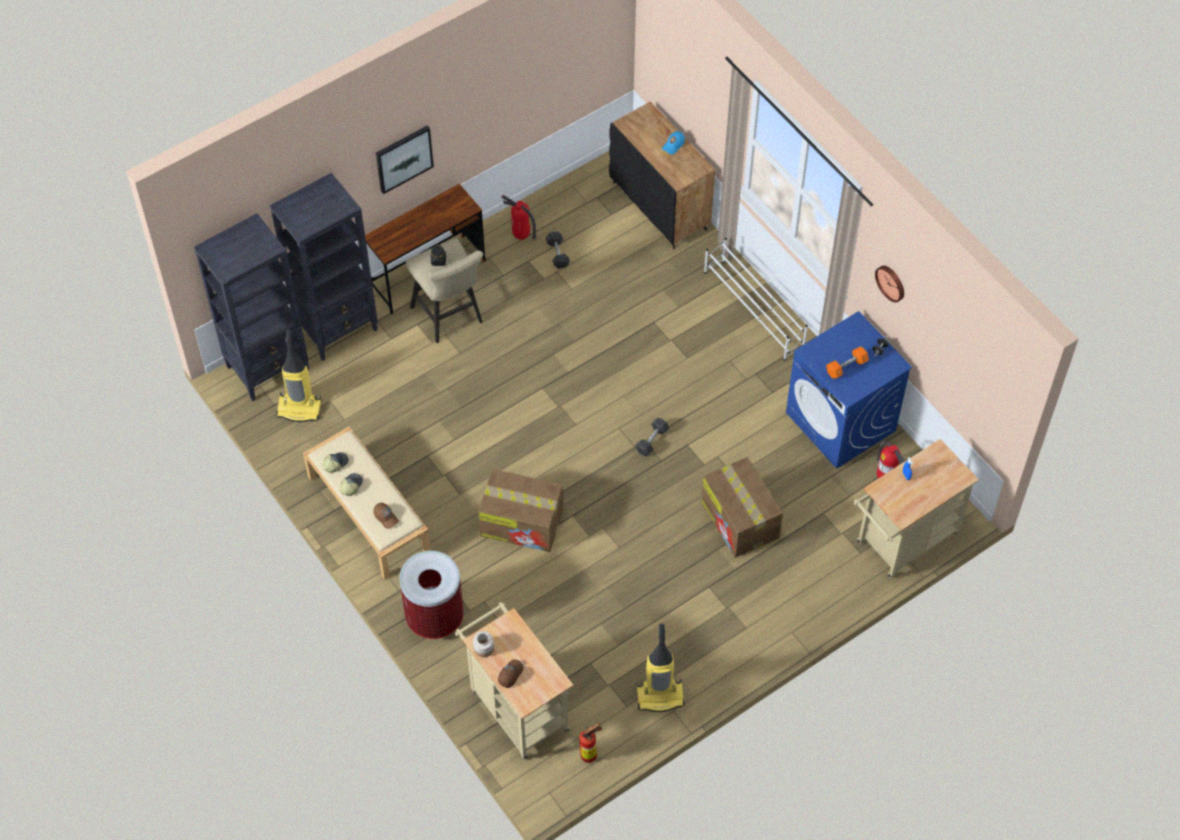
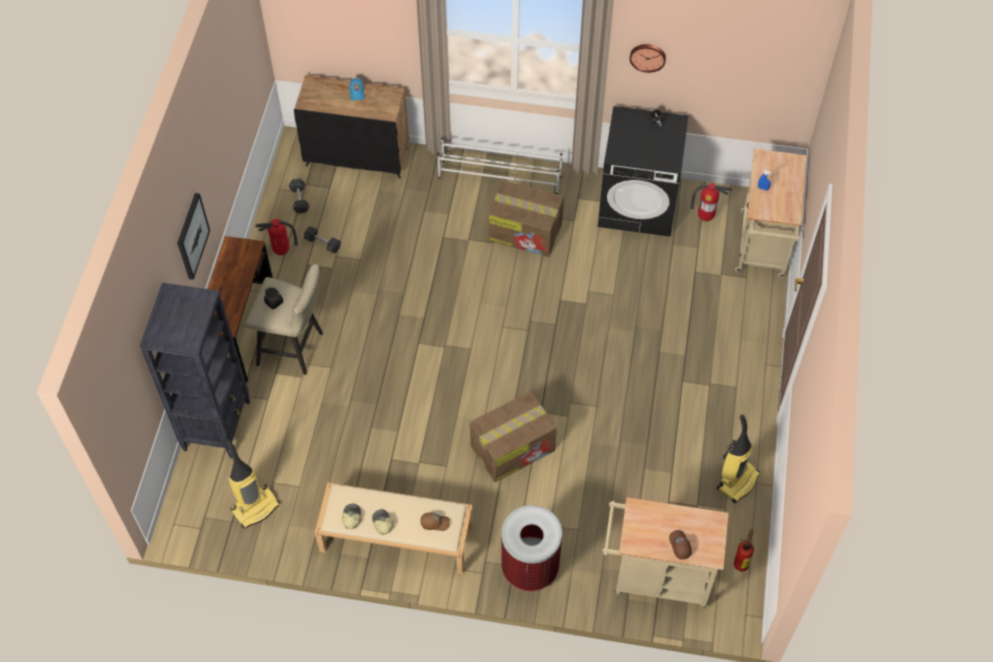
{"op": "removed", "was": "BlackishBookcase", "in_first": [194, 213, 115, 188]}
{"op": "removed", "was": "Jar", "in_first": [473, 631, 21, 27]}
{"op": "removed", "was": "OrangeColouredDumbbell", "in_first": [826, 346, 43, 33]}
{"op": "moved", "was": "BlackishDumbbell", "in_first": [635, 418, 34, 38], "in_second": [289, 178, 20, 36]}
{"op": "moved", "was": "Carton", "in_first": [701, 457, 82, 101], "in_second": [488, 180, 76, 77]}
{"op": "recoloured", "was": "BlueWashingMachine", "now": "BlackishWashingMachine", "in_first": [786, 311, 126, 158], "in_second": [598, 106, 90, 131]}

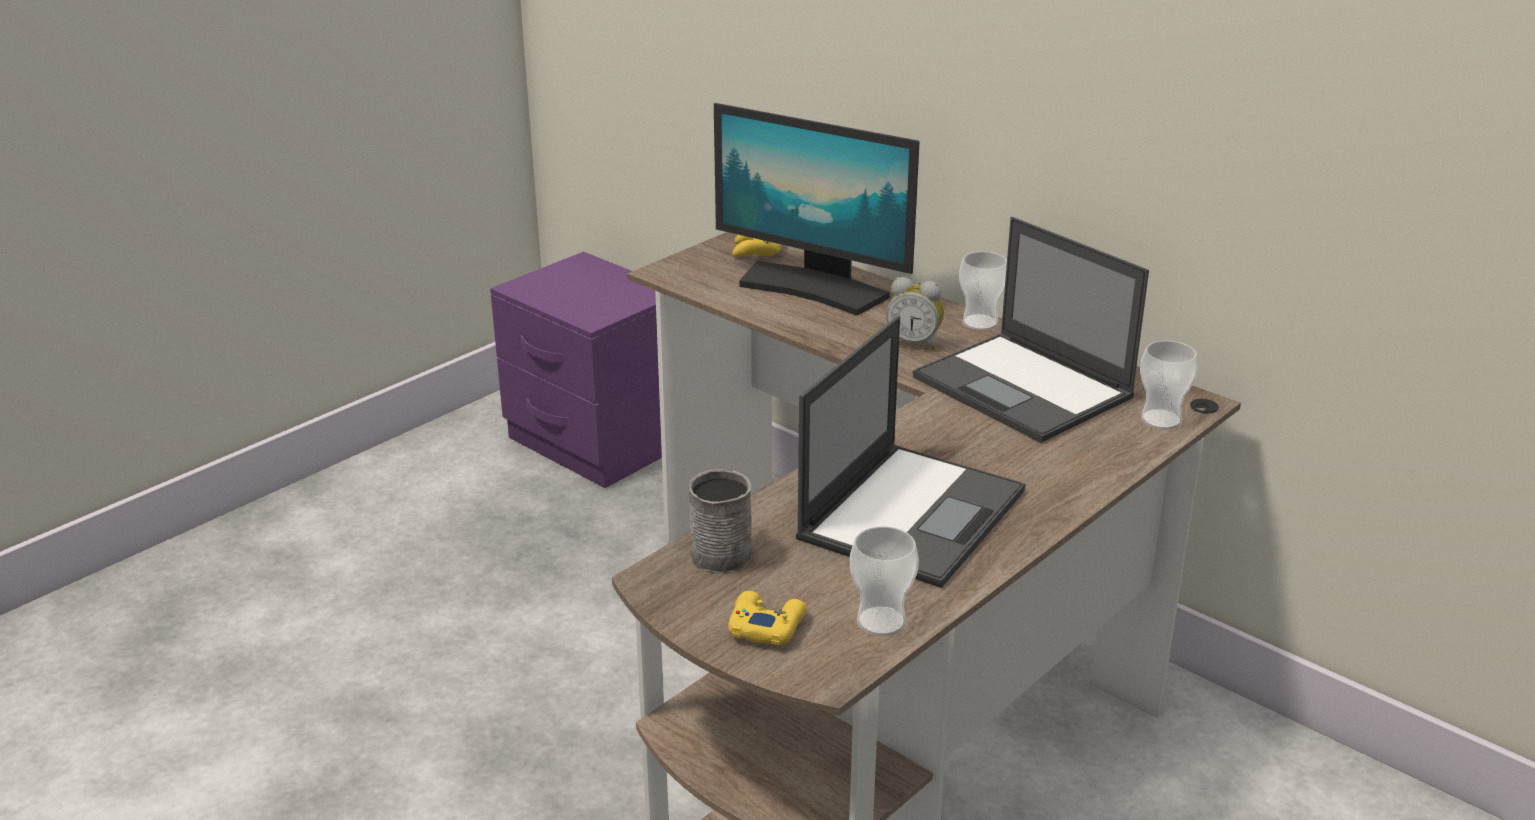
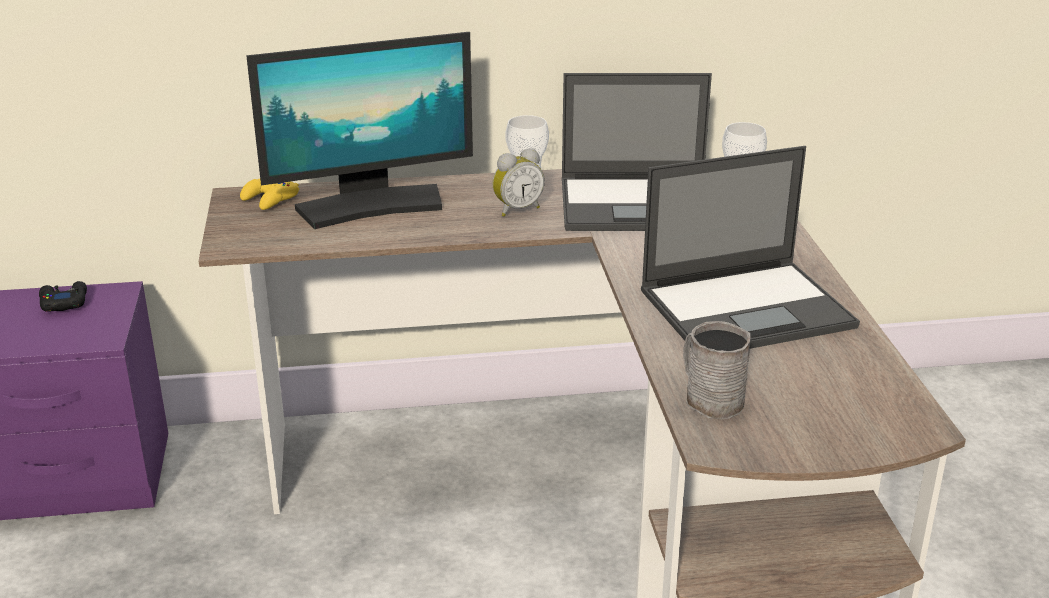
{"op": "removed", "was": "YellowColouredGamepad", "in_first": [728, 591, 79, 54]}
{"op": "removed", "was": "DrinkingCup", "in_first": [850, 527, 69, 109]}
{"op": "added", "now": "BlackishGamepad", "in_second": [39, 281, 48, 31]}
{"op": "turned", "was": "NotebookComputer", "in_first": [796, 316, 230, 272], "in_second": [641, 146, 219, 203], "clockwise": 90}

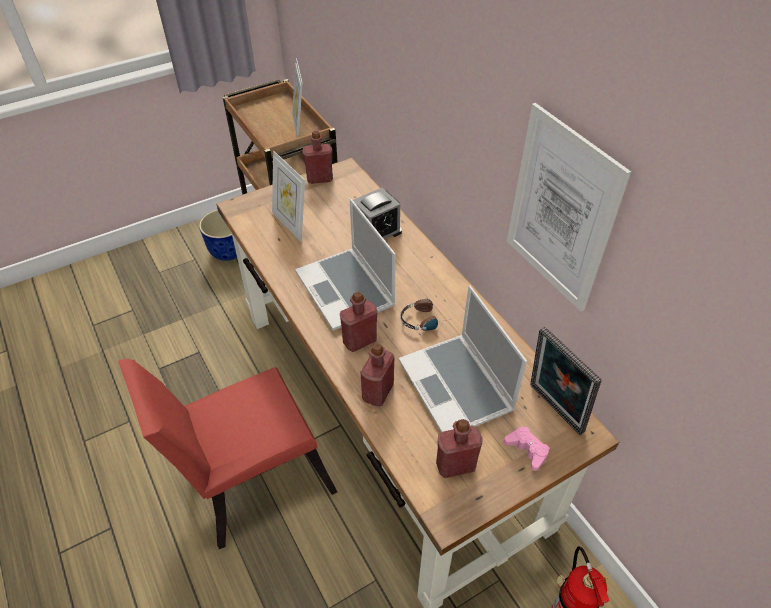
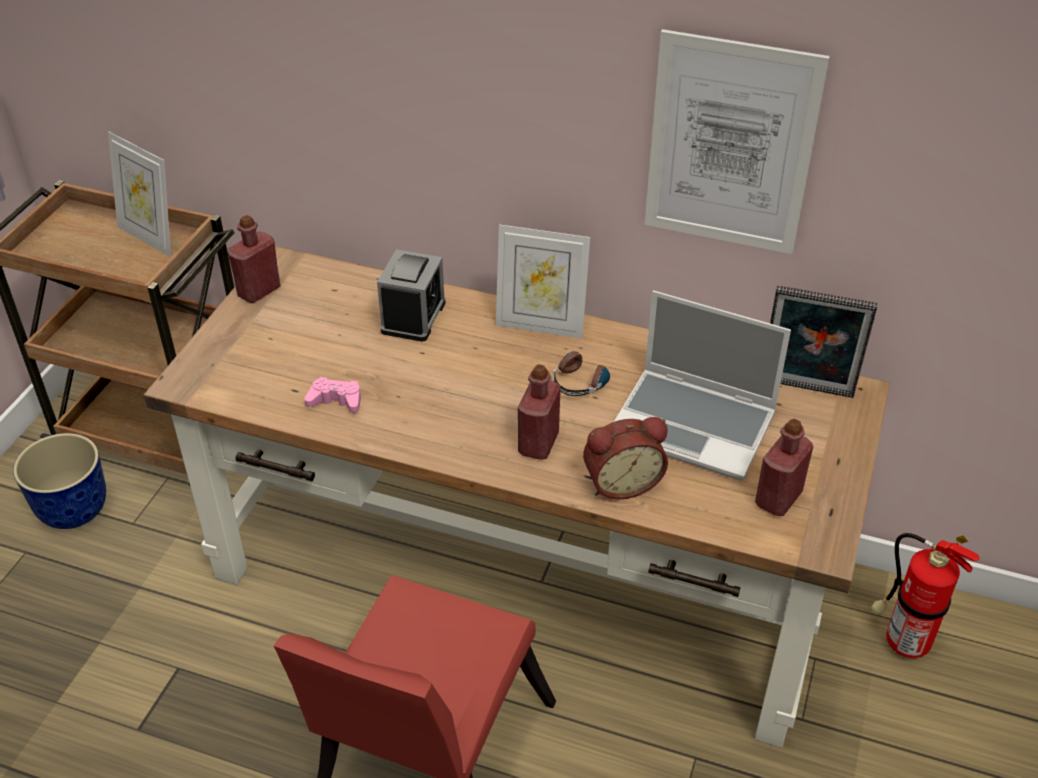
{"op": "removed", "was": "NotebookComputer", "in_first": [295, 199, 101, 132]}
{"op": "moved", "was": "PhotoFrame", "in_first": [272, 151, 33, 91], "in_second": [496, 224, 94, 115]}
{"op": "moved", "was": "PinkGamepad", "in_first": [504, 427, 46, 44], "in_second": [304, 377, 57, 36]}
{"op": "replaced", "was": "RedDrinkBottle", "now": "AlarmClock", "in_first": [360, 343, 34, 63], "in_second": [583, 417, 85, 83]}

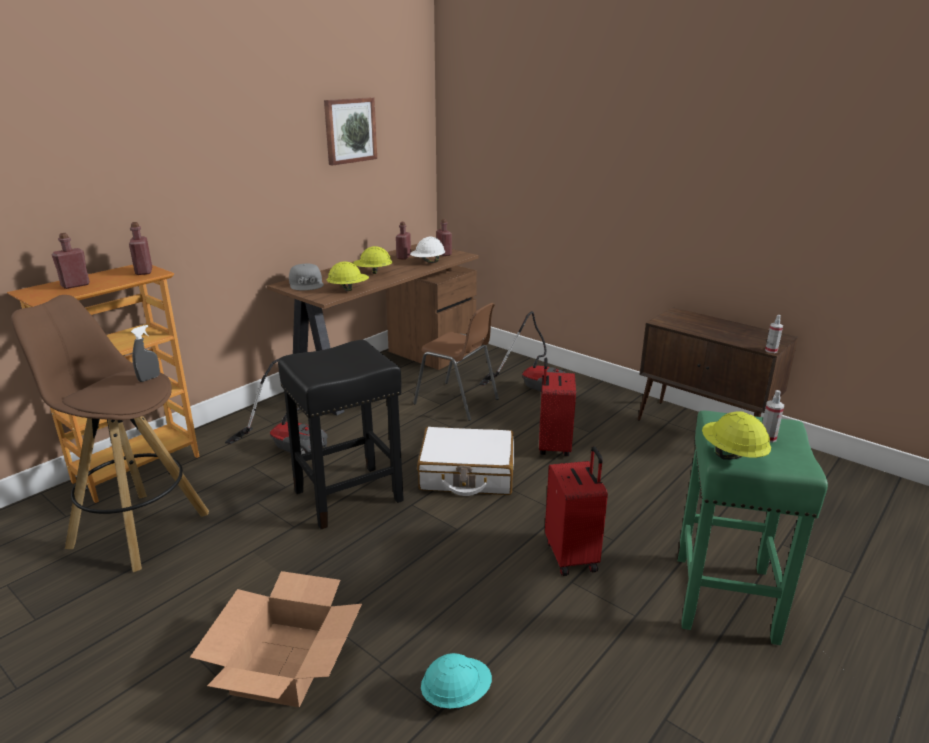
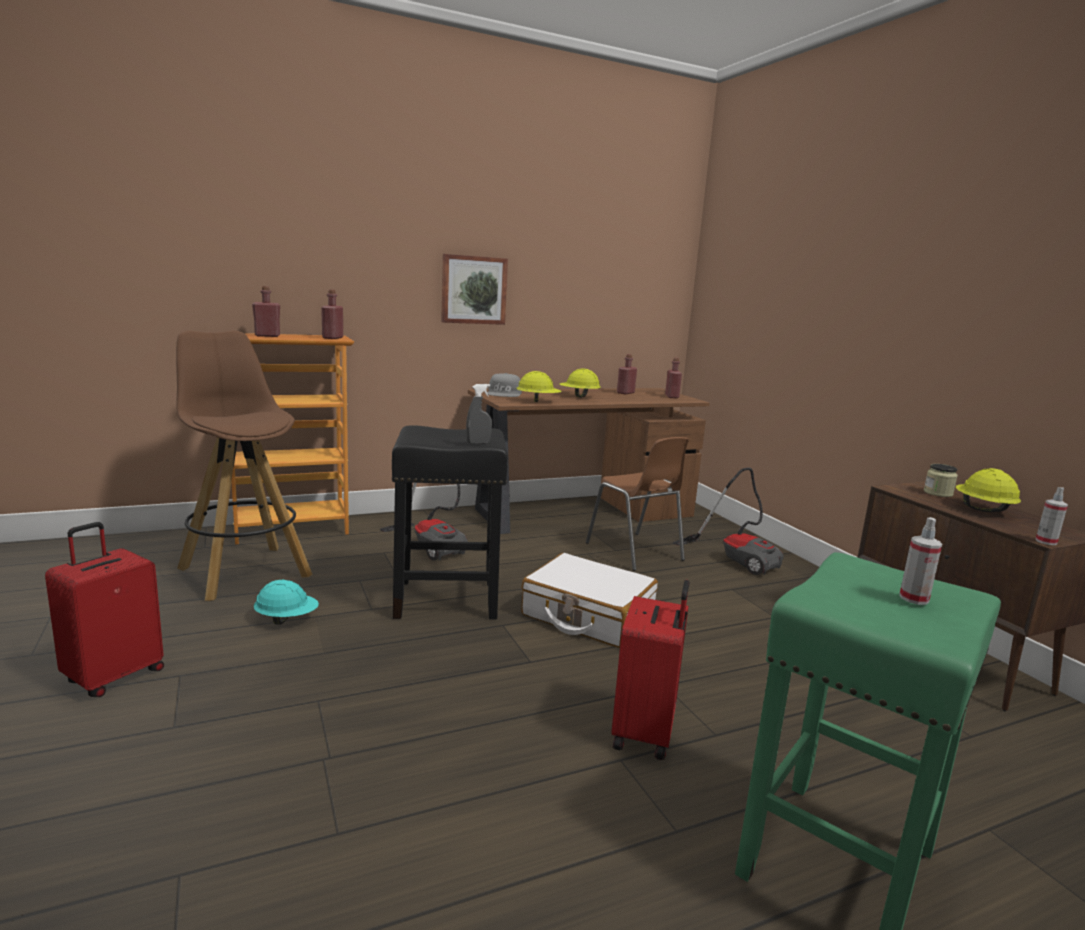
{"op": "removed", "was": "Carton", "in_first": [190, 571, 172, 136]}
{"op": "removed", "was": "WhiteColouredWorkHelmet", "in_first": [410, 237, 35, 26]}
{"op": "added", "now": "Jar", "in_second": [924, 464, 34, 33]}
{"op": "moved", "was": "GreySprayer", "in_first": [131, 325, 29, 57], "in_second": [466, 384, 26, 60]}
{"op": "moved", "was": "WallPicture", "in_first": [324, 97, 53, 68], "in_second": [441, 254, 67, 71]}
{"op": "moved", "was": "TurquoiseWorkHelmet", "in_first": [421, 653, 71, 57], "in_second": [254, 580, 65, 45]}
{"op": "moved", "was": "RedPieceOfLuggage", "in_first": [539, 358, 37, 98], "in_second": [45, 522, 119, 175]}
{"op": "moved", "was": "YellowColouredWorkHelmet", "in_first": [702, 411, 69, 49], "in_second": [956, 468, 65, 44]}

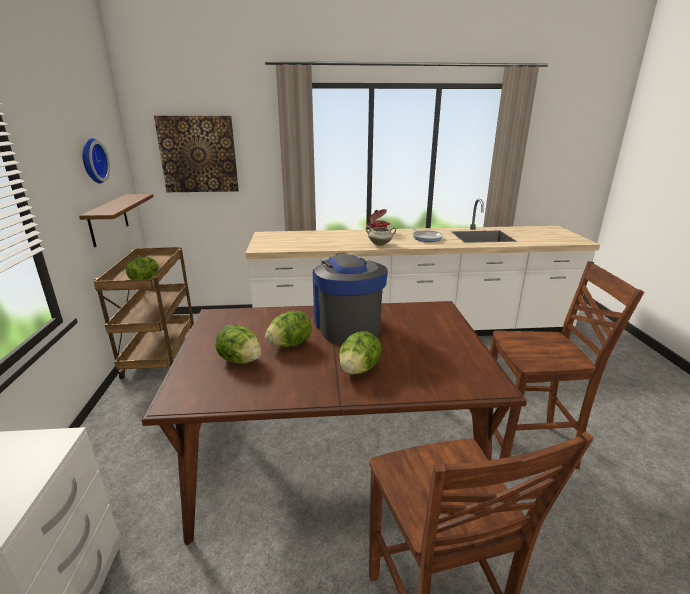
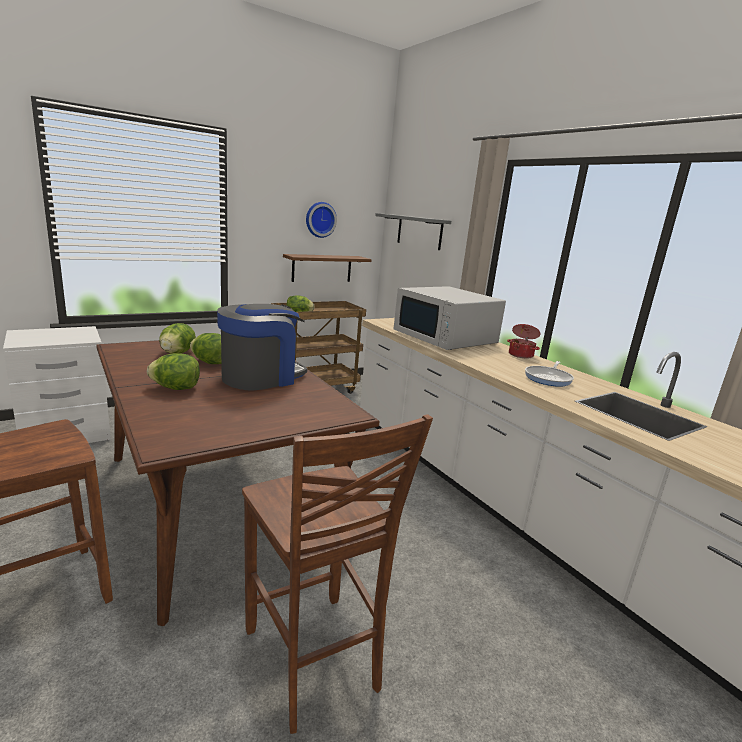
{"op": "removed", "was": "WhiteColouredStockpot", "in_first": [365, 226, 31, 20]}
{"op": "added", "now": "WhiteColouredMicrowave", "in_second": [394, 286, 112, 64]}
{"op": "replaced", "was": "WallPicture", "now": "GreyShelf", "in_first": [154, 116, 85, 76], "in_second": [375, 213, 76, 37]}

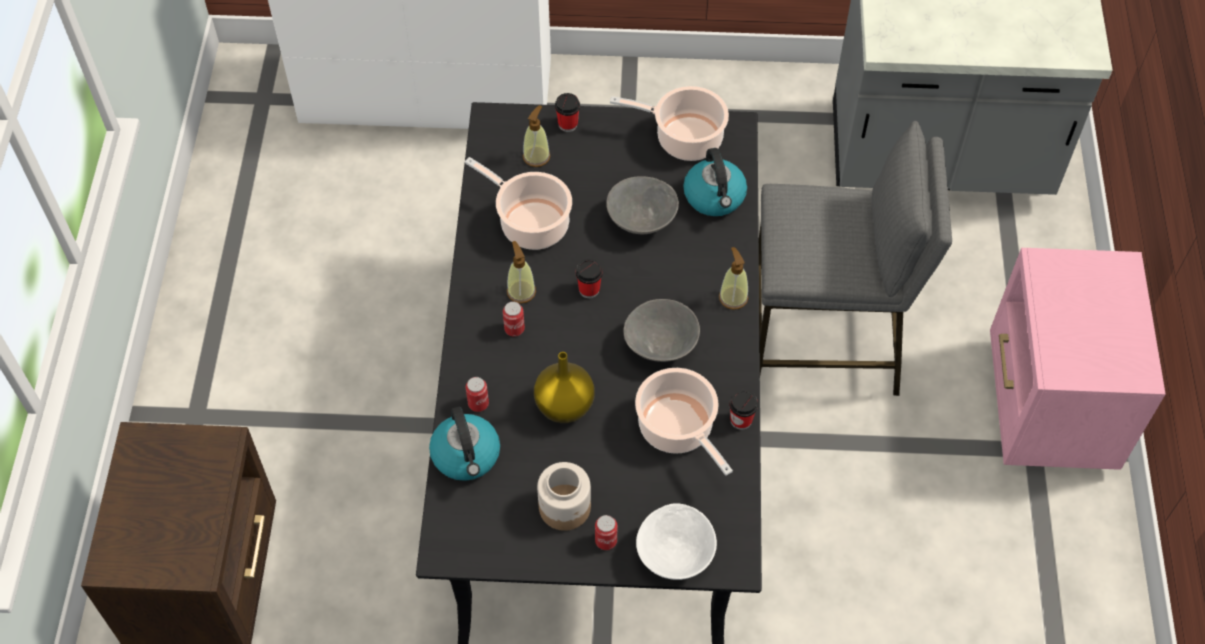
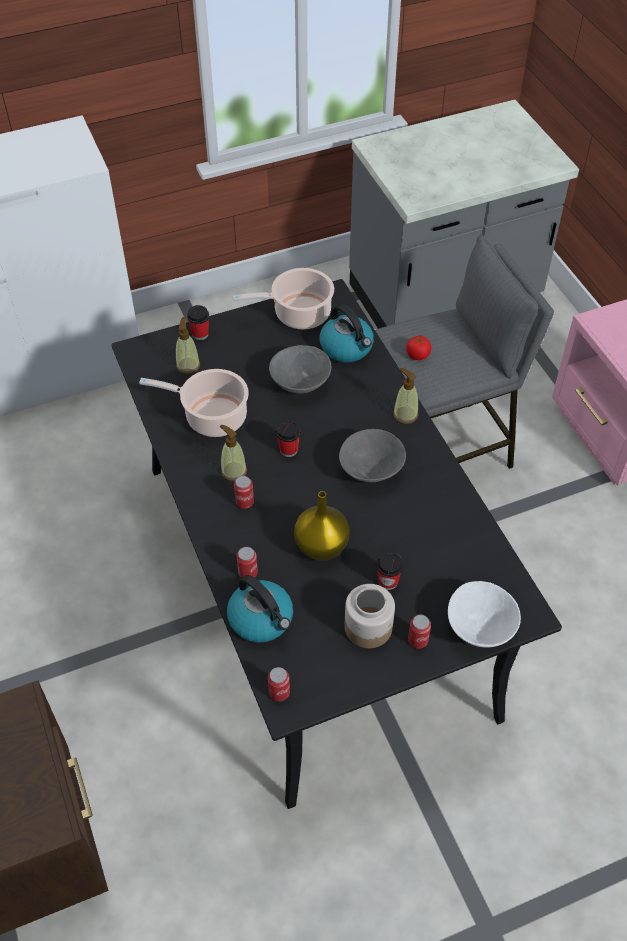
{"op": "removed", "was": "Stockpot", "in_first": [635, 368, 98, 108]}
{"op": "added", "now": "Can", "in_second": [268, 667, 22, 34]}
{"op": "added", "now": "Tomato", "in_second": [406, 335, 25, 25]}
{"op": "moved", "was": "DrinkingCup", "in_first": [729, 390, 29, 40], "in_second": [377, 552, 26, 38]}

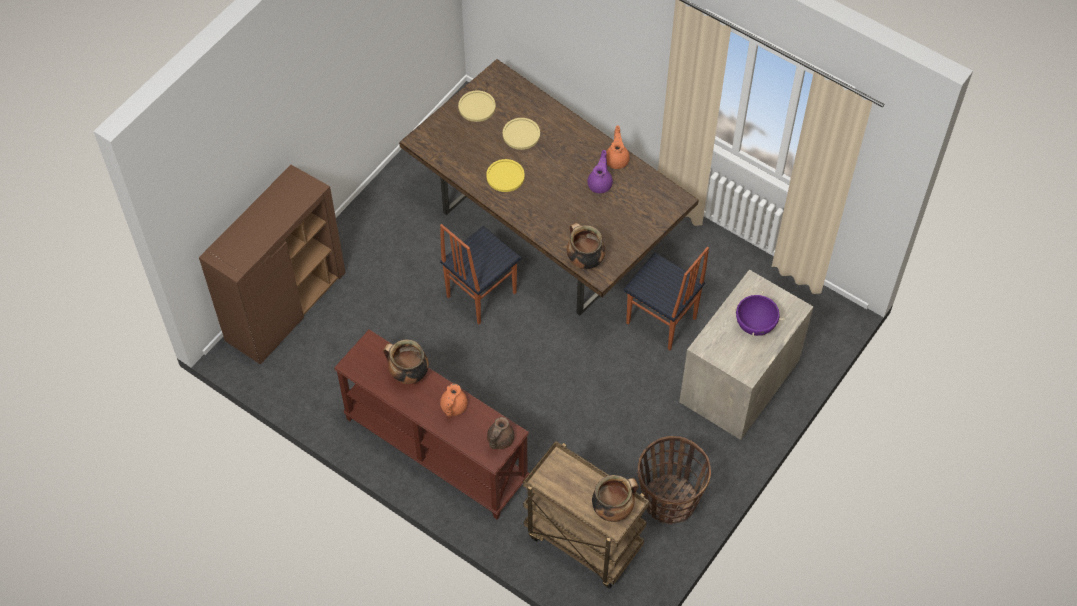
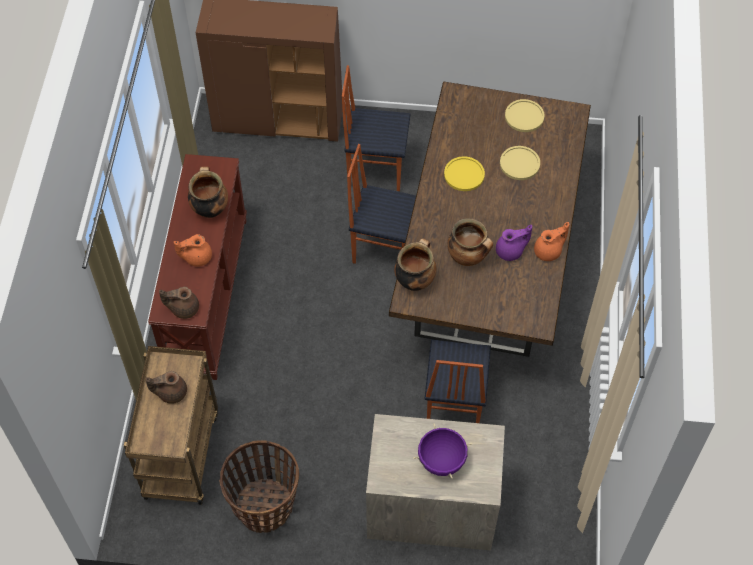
{"op": "added", "now": "BrownTeaPot", "in_second": [145, 371, 42, 33]}
{"op": "added", "now": "UprightChair", "in_second": [342, 65, 68, 126]}
{"op": "moved", "was": "Stockpot", "in_first": [592, 475, 46, 47], "in_second": [447, 218, 46, 48]}

